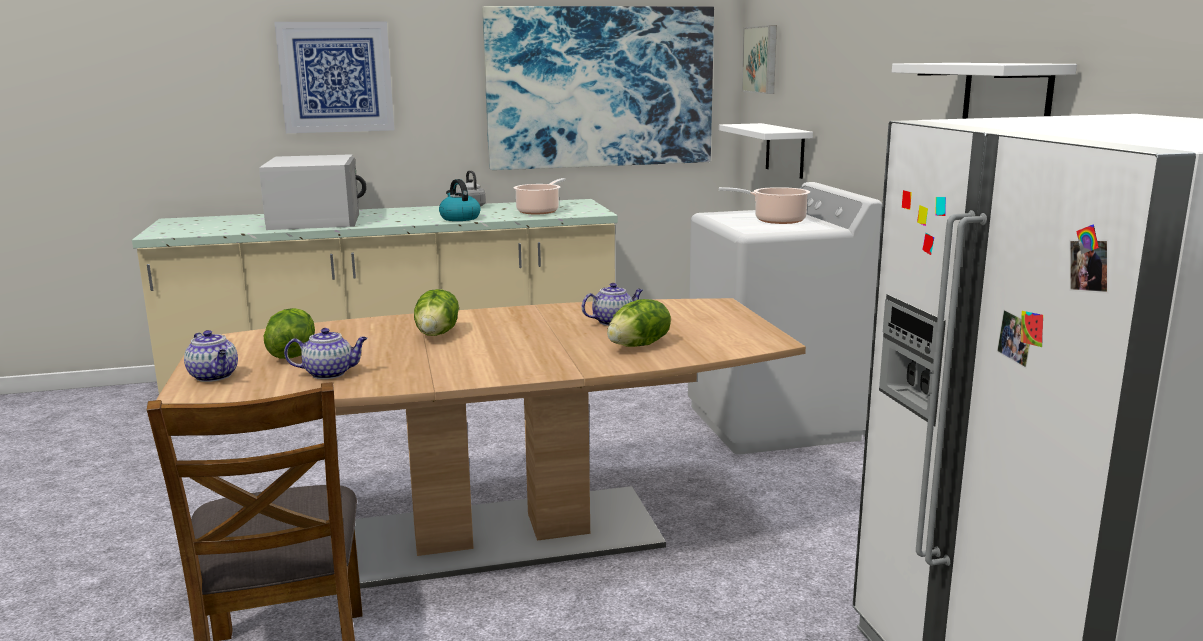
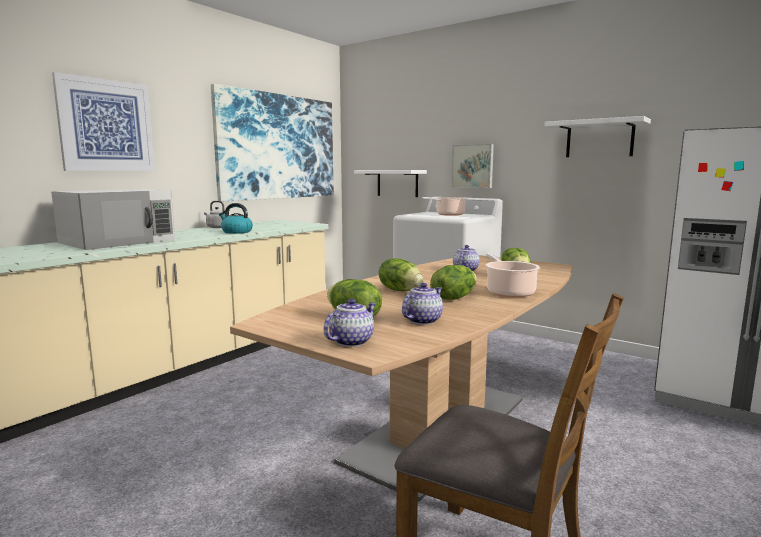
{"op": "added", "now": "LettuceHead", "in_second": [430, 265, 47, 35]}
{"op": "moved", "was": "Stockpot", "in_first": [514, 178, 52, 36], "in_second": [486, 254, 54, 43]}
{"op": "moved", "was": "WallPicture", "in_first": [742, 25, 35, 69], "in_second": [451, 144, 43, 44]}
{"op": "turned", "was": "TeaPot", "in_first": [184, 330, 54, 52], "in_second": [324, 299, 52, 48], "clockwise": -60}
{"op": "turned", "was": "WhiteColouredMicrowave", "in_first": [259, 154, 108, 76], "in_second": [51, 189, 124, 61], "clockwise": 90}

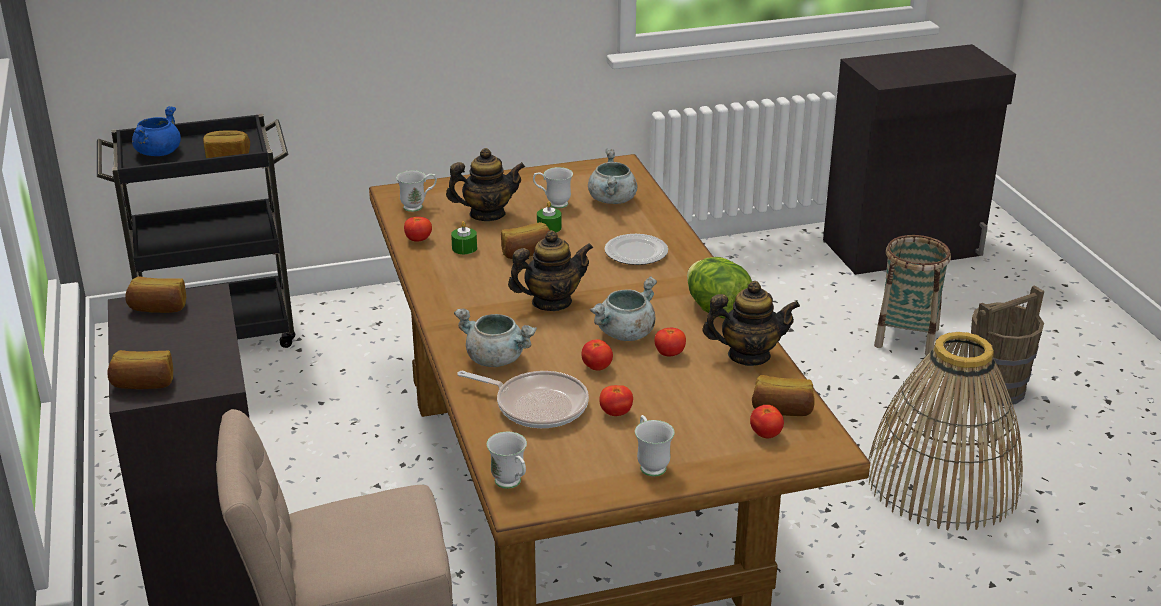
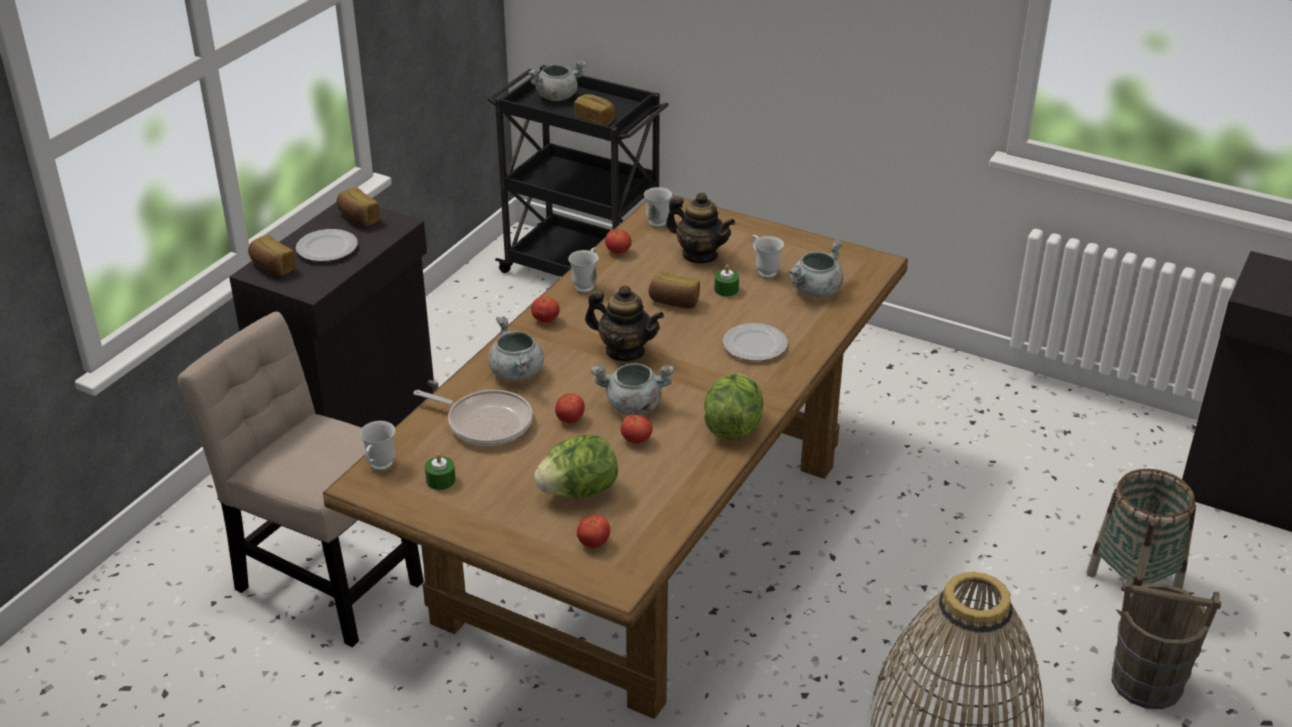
{"op": "removed", "was": "TeaPot", "in_first": [703, 281, 97, 85]}
{"op": "removed", "was": "BakedBread", "in_first": [752, 375, 63, 41]}
{"op": "added", "now": "DinnerPlate", "in_second": [296, 229, 62, 33]}
{"op": "added", "now": "LettuceHead", "in_second": [534, 435, 84, 63]}
{"op": "moved", "was": "GreenColouredWaxCandle", "in_first": [451, 221, 26, 33], "in_second": [425, 453, 31, 37]}
{"op": "moved", "was": "Tomato", "in_first": [600, 385, 33, 31], "in_second": [531, 296, 29, 27]}
{"op": "moved", "was": "WhiteColouredMug", "in_first": [635, 415, 40, 61], "in_second": [568, 247, 31, 46]}
{"op": "recoloured", "was": "BlueStockpot", "now": "GreyStockpot", "in_first": [132, 106, 49, 50], "in_second": [529, 60, 57, 41]}
{"op": "turned", "was": "FryingPan", "in_first": [457, 371, 132, 57], "in_second": [413, 390, 120, 56], "clockwise": -45}

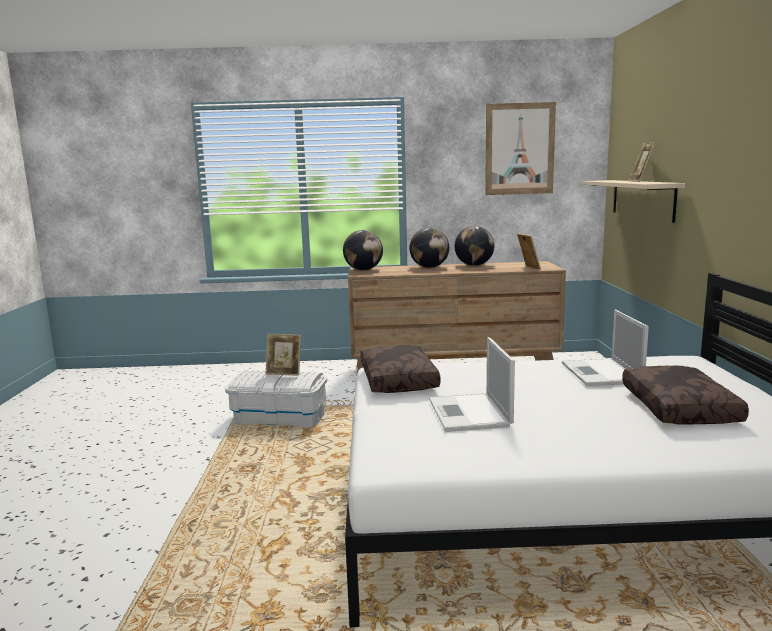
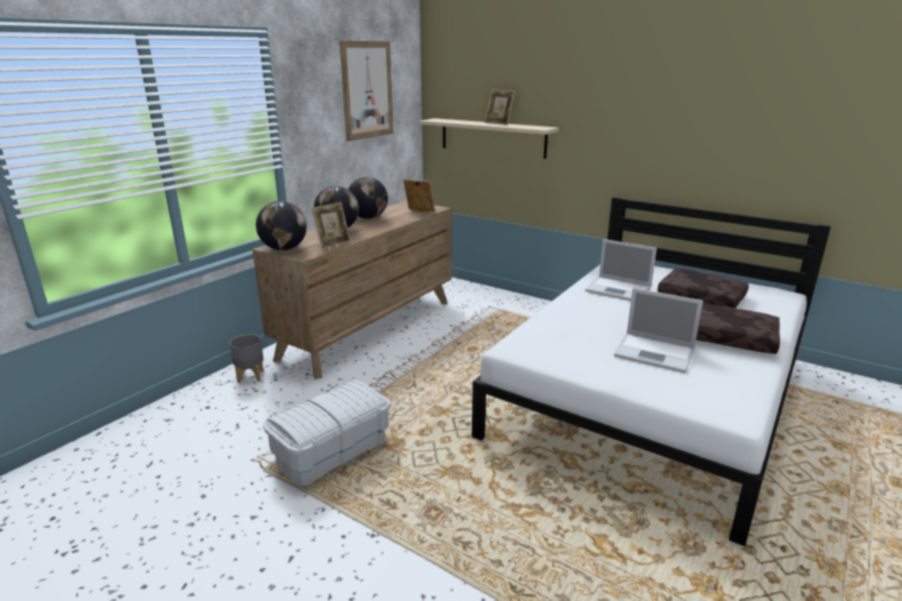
{"op": "added", "now": "GreyPlantPot", "in_second": [230, 334, 34, 49]}
{"op": "moved", "was": "PhotoFrame", "in_first": [266, 334, 35, 42], "in_second": [311, 202, 40, 47]}
{"op": "moved", "was": "BrownThrowPillow", "in_first": [360, 345, 81, 48], "in_second": [696, 303, 84, 51]}

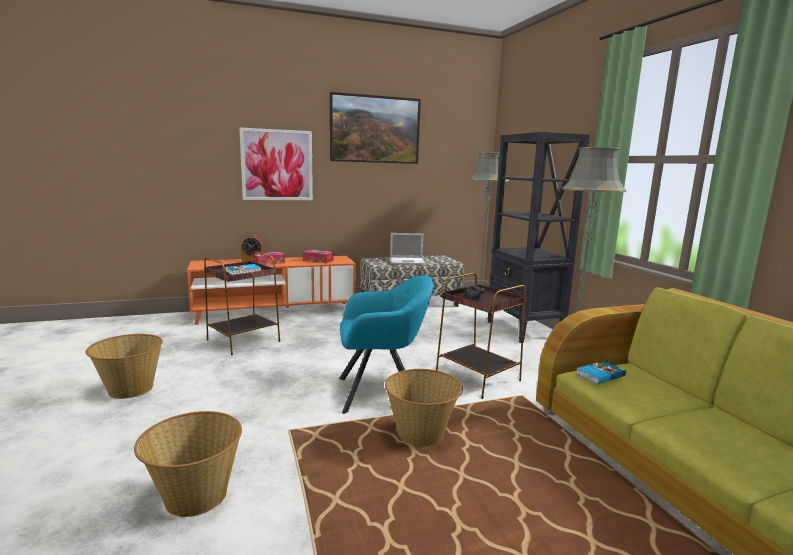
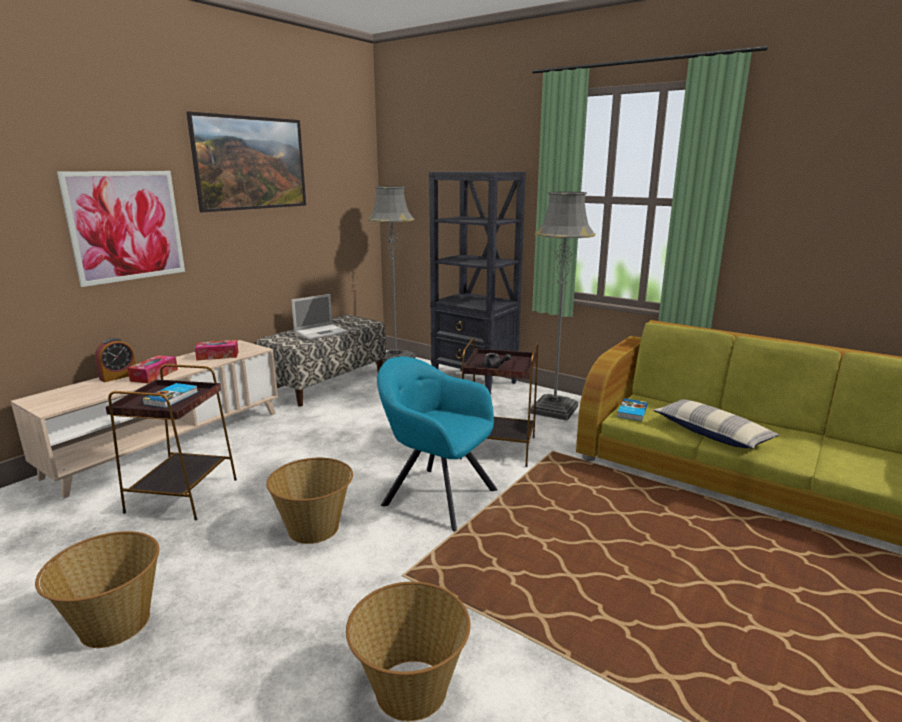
{"op": "added", "now": "ThrowPillow", "in_second": [653, 399, 126, 50]}
{"op": "moved", "was": "Basket", "in_first": [385, 369, 78, 77], "in_second": [266, 458, 87, 86]}
{"op": "recoloured", "was": "OrangeColouredTvStand", "now": "SandColouredTvStand", "in_first": [187, 256, 169, 69], "in_second": [11, 340, 267, 158]}
{"op": "turned", "was": "TurquoiseLoungeChair", "in_first": [339, 275, 94, 139], "in_second": [377, 357, 121, 175], "clockwise": -105}

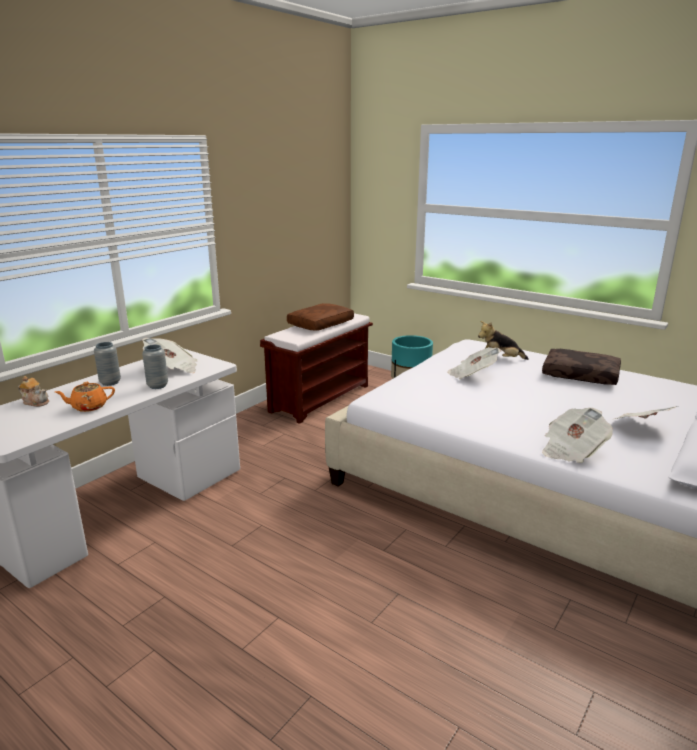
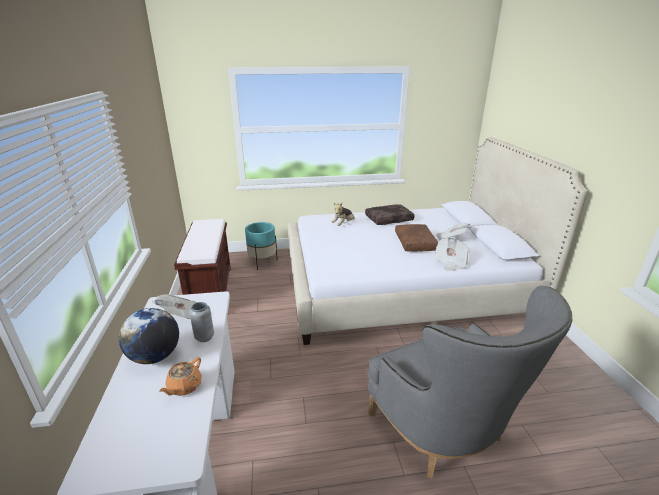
{"op": "removed", "was": "TeaPot", "in_first": [18, 376, 31, 31]}
{"op": "removed", "was": "DailyPaper", "in_first": [447, 347, 54, 32]}
{"op": "added", "now": "GreyLoungeChair", "in_second": [368, 286, 204, 192]}
{"op": "moved", "was": "BrownThrowPillow", "in_first": [287, 303, 67, 28], "in_second": [395, 224, 43, 28]}
{"op": "replaced", "was": "GreyDecorativeVase", "now": "Globe", "in_first": [94, 342, 27, 44], "in_second": [119, 308, 60, 56]}

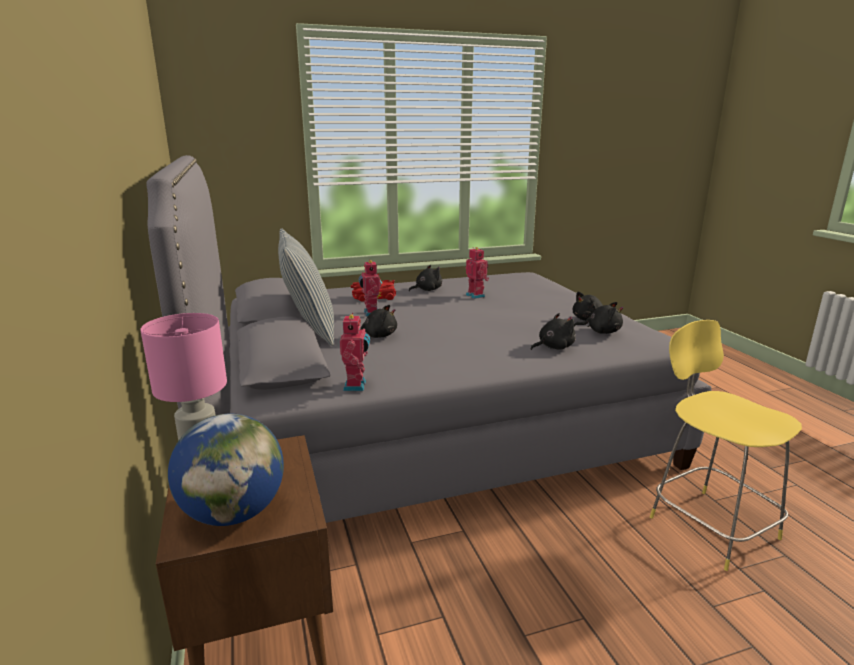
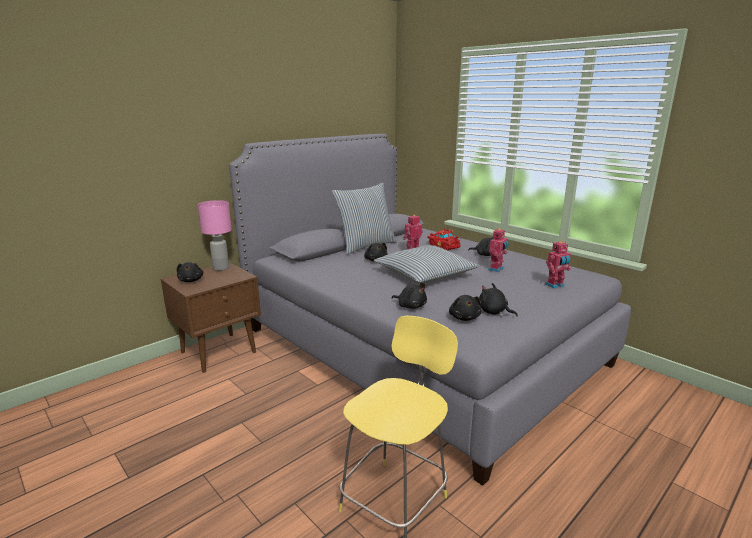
{"op": "added", "now": "ThrowPillow", "in_second": [374, 245, 106, 38]}
{"op": "moved", "was": "ToyRobot", "in_first": [340, 313, 30, 78], "in_second": [545, 241, 26, 48]}
{"op": "replaced", "was": "Globe", "now": "BlackishPlushToy", "in_first": [168, 414, 116, 112], "in_second": [177, 262, 26, 20]}

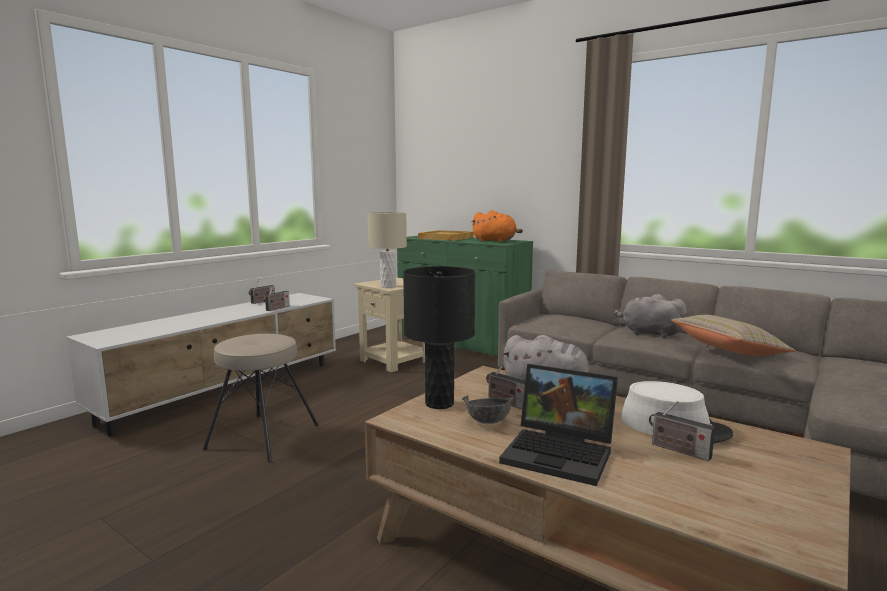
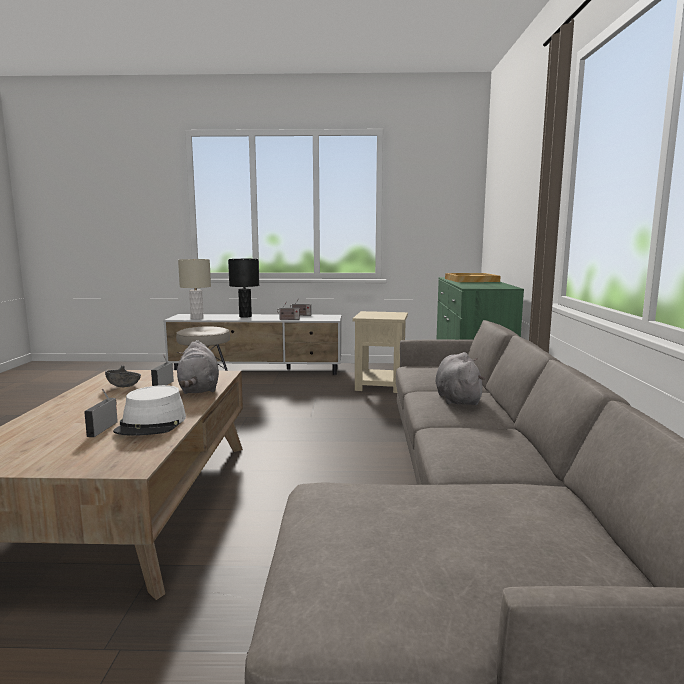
{"op": "removed", "was": "OrangeColouredPlushToy", "in_first": [471, 210, 52, 32]}
{"op": "removed", "was": "NotebookComputer", "in_first": [499, 364, 119, 122]}
{"op": "removed", "was": "SandColouredThrowPillow", "in_first": [671, 315, 124, 41]}
{"op": "moved", "was": "SandColouredTabletopLamp", "in_first": [368, 212, 39, 76], "in_second": [178, 259, 33, 60]}
{"op": "moved", "was": "BlackishTabletopLamp", "in_first": [403, 266, 73, 143], "in_second": [228, 259, 31, 59]}

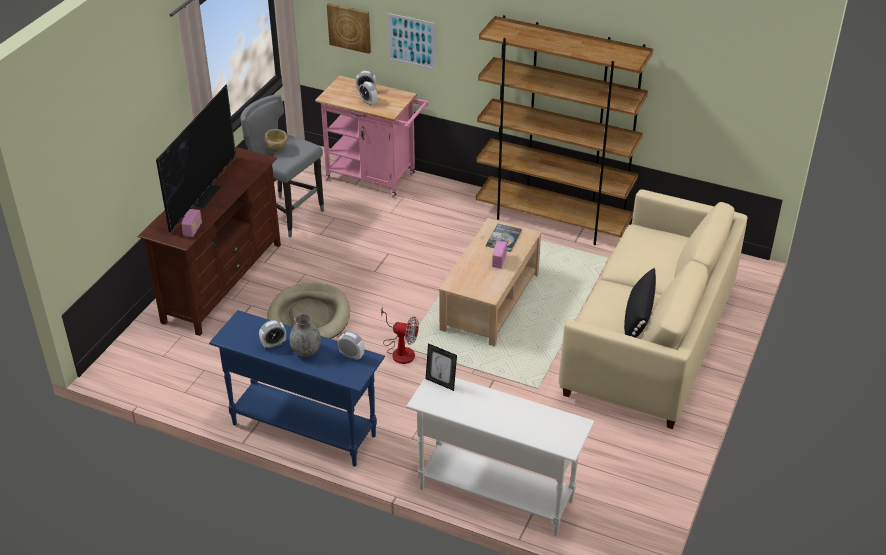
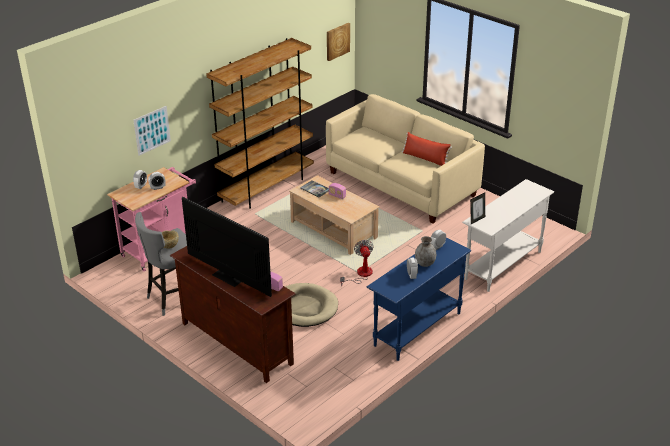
{"op": "moved", "was": "WallPicture", "in_first": [327, 3, 44, 51], "in_second": [327, 23, 23, 38]}
{"op": "recoloured", "was": "BlackishThrowPillow", "now": "RedThrowPillow", "in_first": [624, 268, 32, 70], "in_second": [402, 132, 50, 34]}
{"op": "turned", "was": "ElectricFan", "in_first": [381, 306, 38, 58], "in_second": [340, 240, 34, 46], "clockwise": -45}

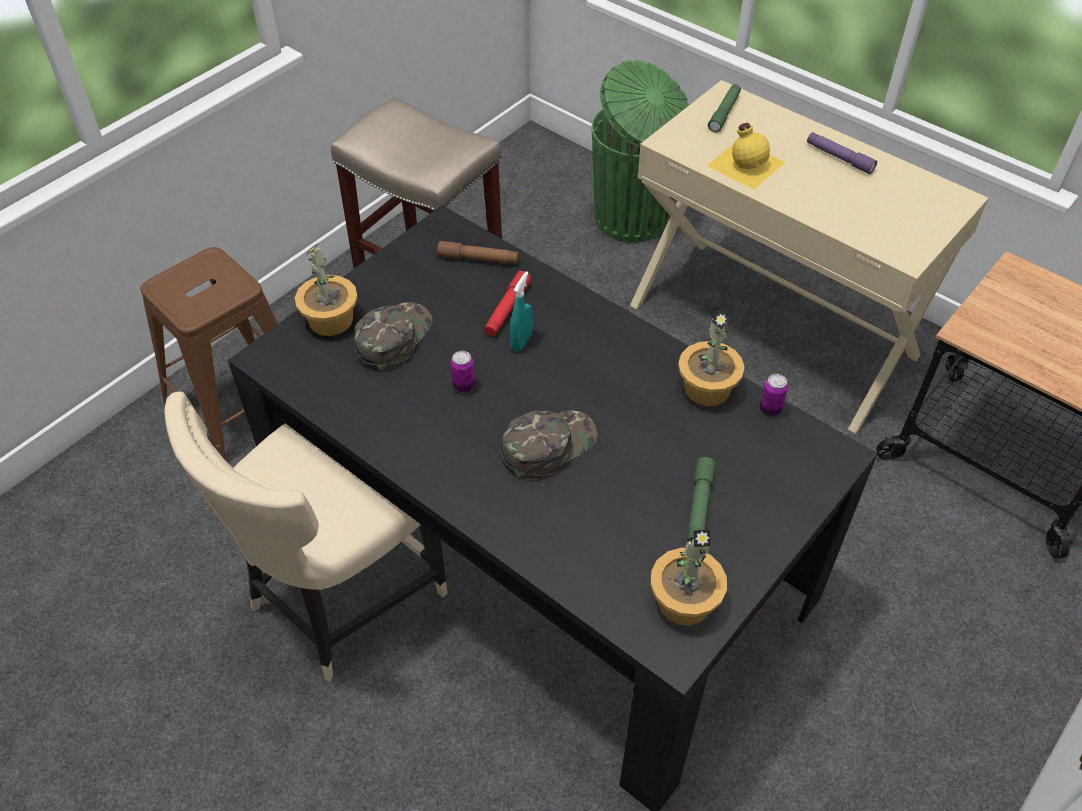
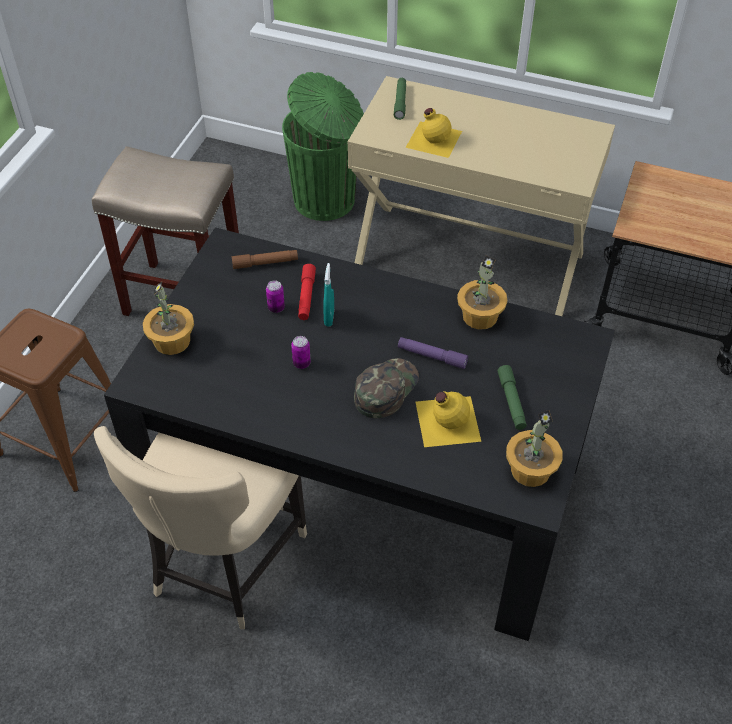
{"op": "removed", "was": "GreenColouredPeakedCap", "in_first": [354, 302, 79, 68]}
{"op": "added", "now": "YellowColouredDrinkBottle", "in_second": [416, 391, 66, 56]}
{"op": "moved", "was": "Can", "in_first": [759, 374, 29, 42], "in_second": [266, 280, 19, 33]}
{"op": "moved", "was": "PurplishHandTorch", "in_first": [807, 132, 70, 42], "in_second": [398, 337, 70, 32]}

